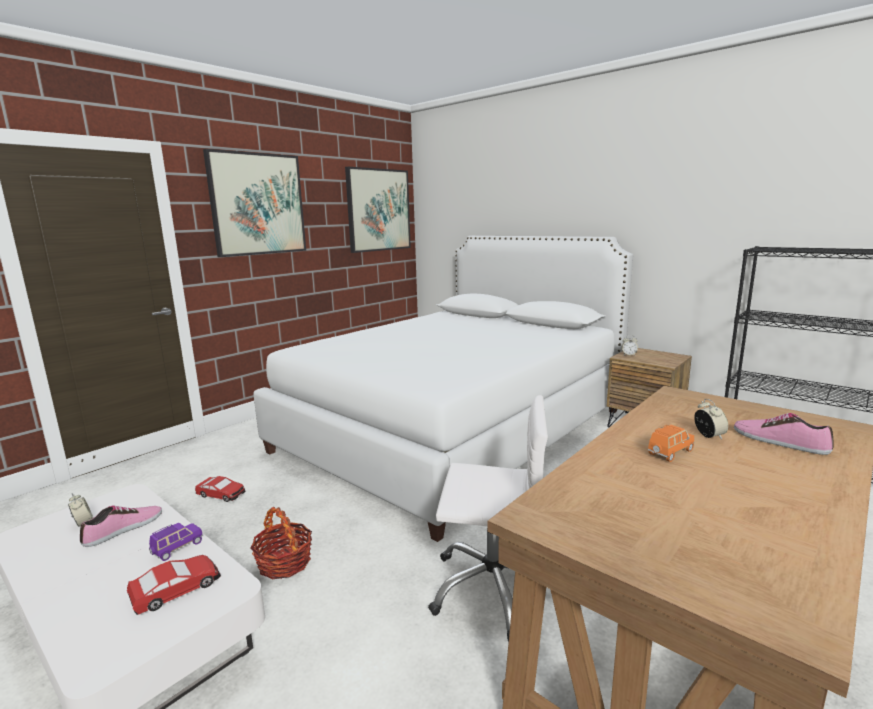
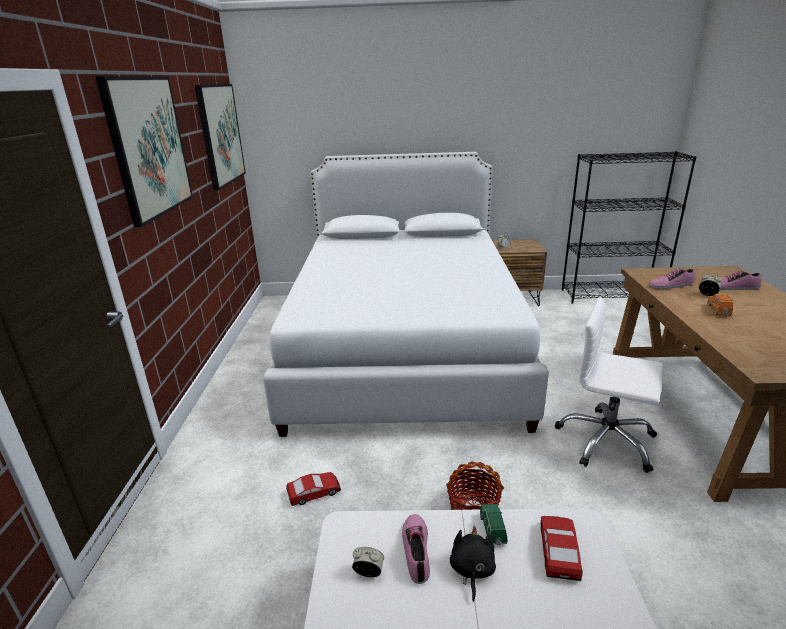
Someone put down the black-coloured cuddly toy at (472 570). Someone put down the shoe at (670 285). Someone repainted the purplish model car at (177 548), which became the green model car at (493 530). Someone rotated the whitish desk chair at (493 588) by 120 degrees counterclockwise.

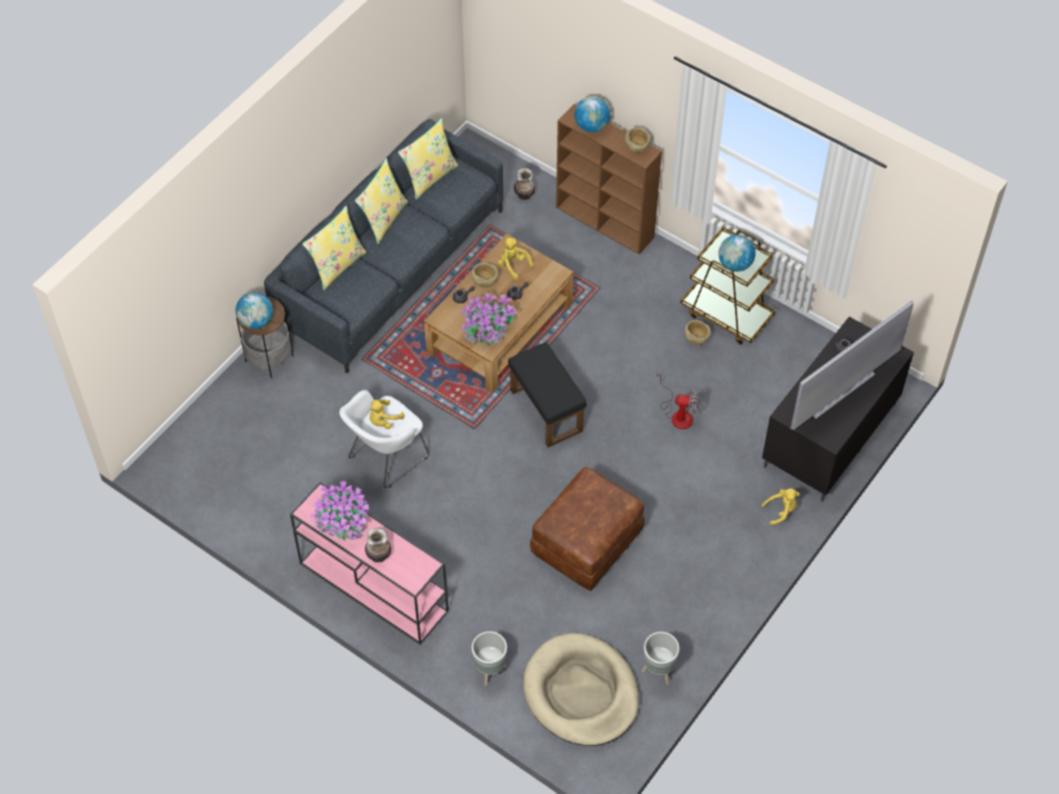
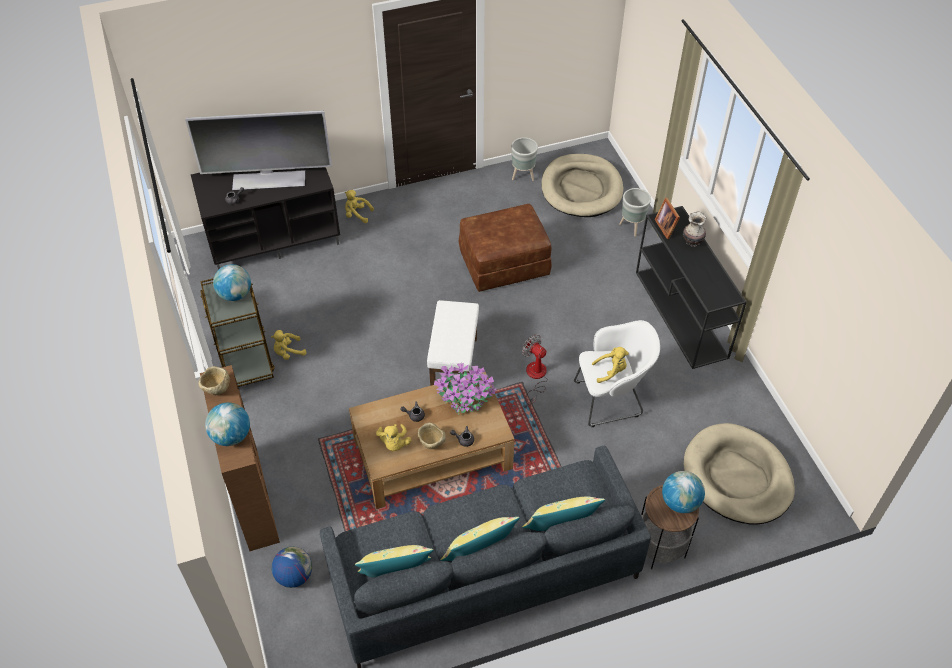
Someone took away the houseplant at (342 522). Someone put down the picture frame at (666 227). Someone put down the sand-coloured dog bed at (737 477). Someone carried the cooling fan from (678 414) to (535 377). Someone swapped the decorative vase at (524 195) for the desk globe at (294 575). Someone swapped the sand-coloured bowl at (696 339) for the yellow-coloured cuddly toy at (288 352). Someone repainted the pinkish narrow table at (372 586), which became the black-coloured narrow table at (681 315). Someone repainted the black-coloured pouffe at (547 411), which became the whitish pouffe at (453 363).

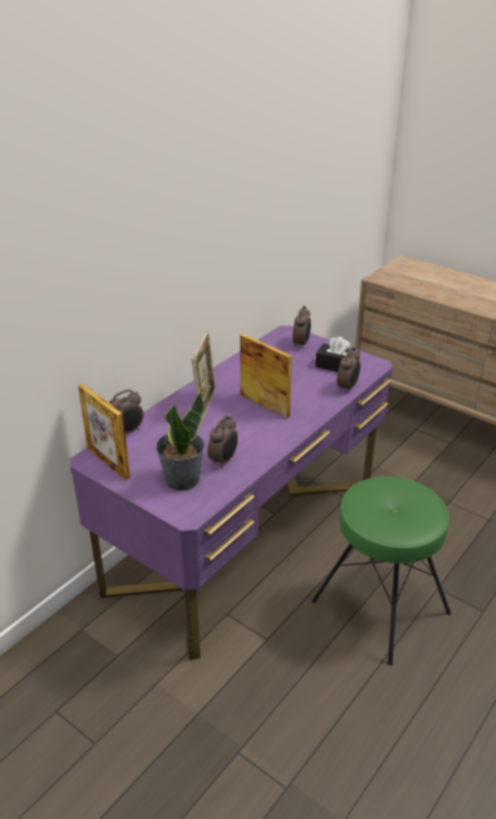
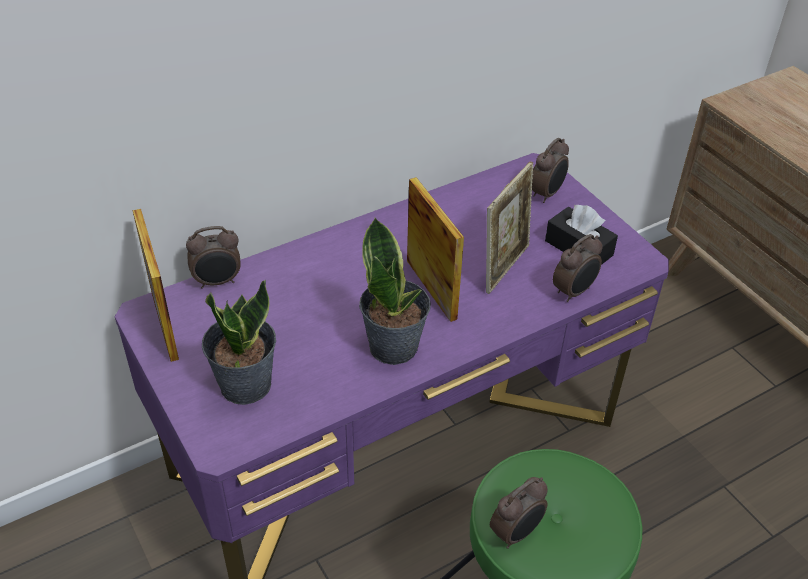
Someone put down the houseplant at (394 346). Someone carried the picture frame from (205 404) to (504 267). Someone carried the table clock from (224 460) to (516 533).

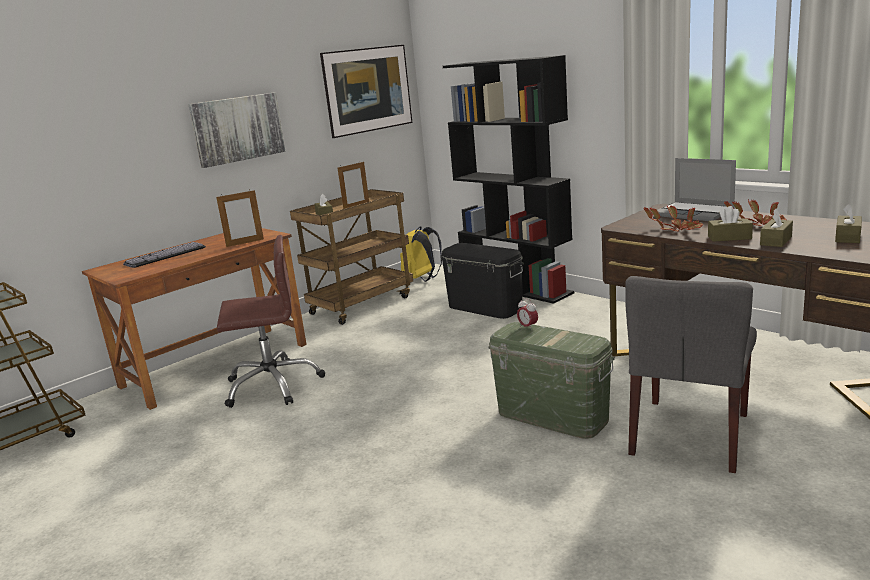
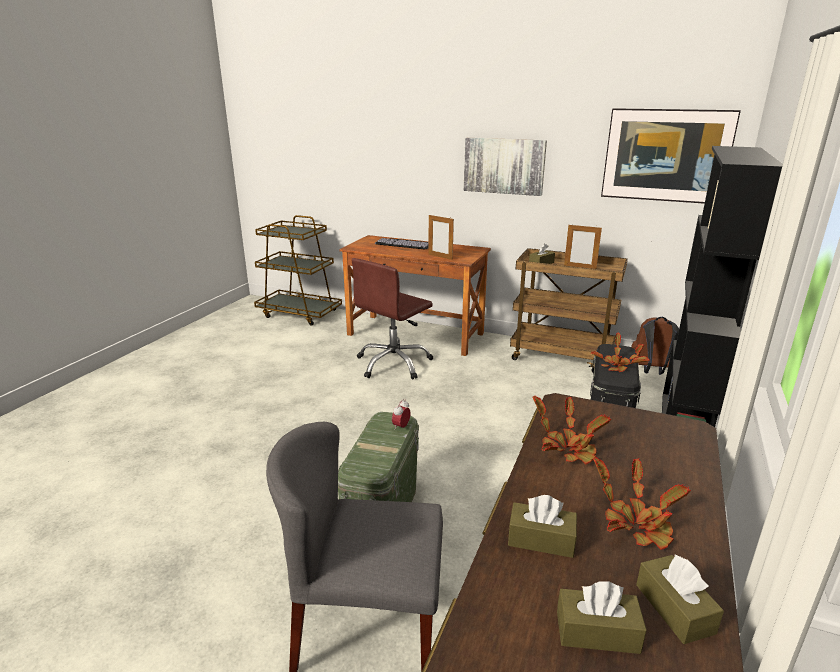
Someone took away the laptop at (695 213). Someone put down the houseplant at (617 365). Someone carried the brown-coloured tissue holder from (729 237) to (674 608). Someone repainted the yellow-coloured rucksack at (422 279), which became the brown-coloured rucksack at (651 370). Someone rotated the brown-coloured desk chair at (273 385) by 75 degrees clockwise.

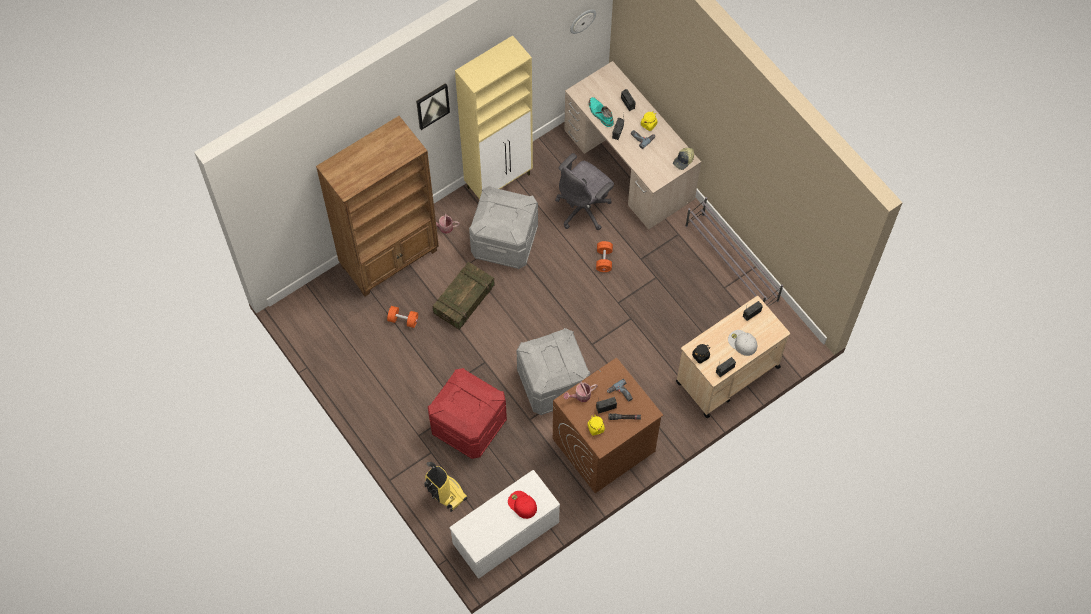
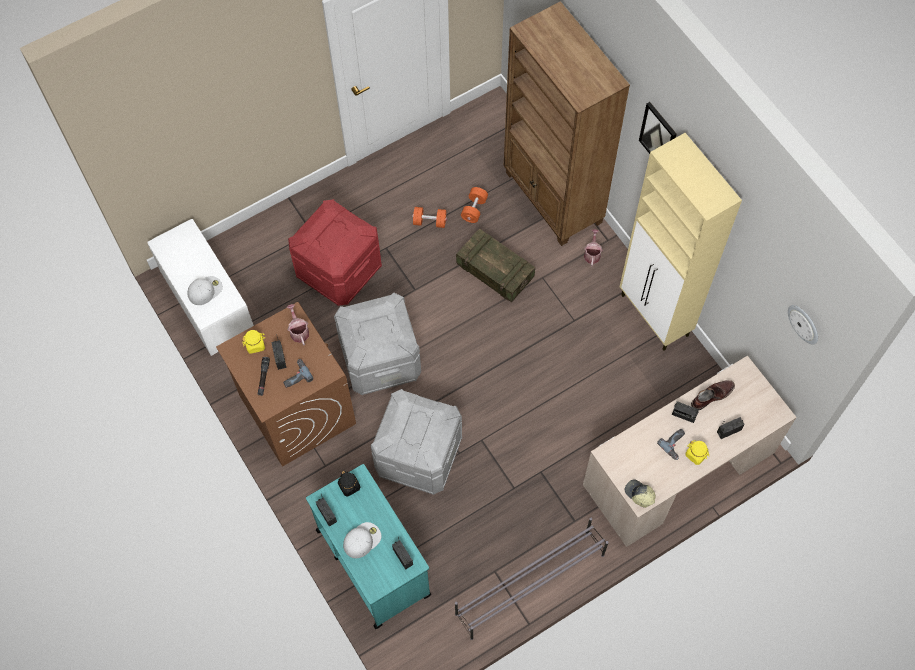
Someone took away the vacuum at (444 492). Someone took away the gray desk chair at (584 208). Someone carried the gray storage bin from (504 241) to (418 455). Someone carried the orange-coloured hand weight from (604 260) to (429 221). Someone repainted the red baseball cap at (522 505), which became the whitish baseball cap at (205 290). Someone repainted the blue-green boot at (600 114), which became the brown-coloured boot at (711 395). Someone repainted the sand-coloured wheeled cart at (727 374), which became the blue-green wheeled cart at (372 561).

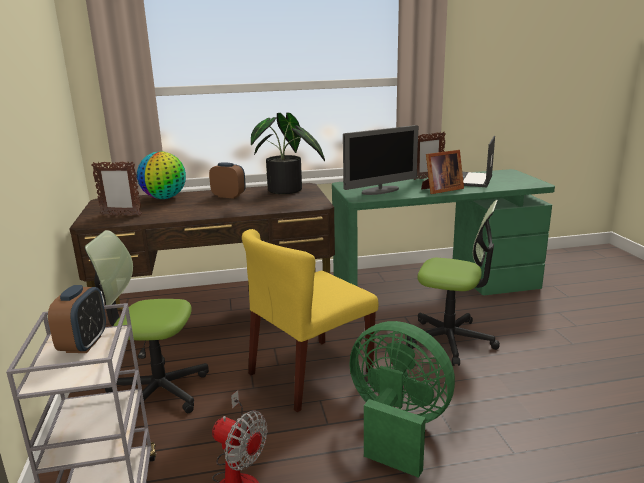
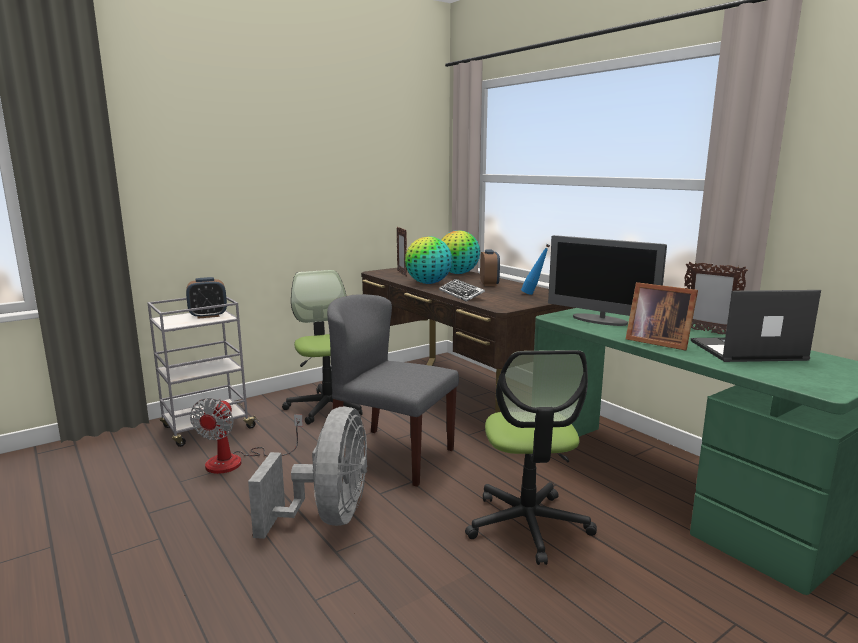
Someone put down the desk globe at (428 283). Someone put down the computer keyboard at (461 294). Someone swapped the houseplant at (287 191) for the blue bottle at (534 294). Someone repainted the yellow-coloured upright chair at (310 373), which became the gray upright chair at (391 456). Someone repainted the green cooling fan at (397 428), which became the gray cooling fan at (328 517).

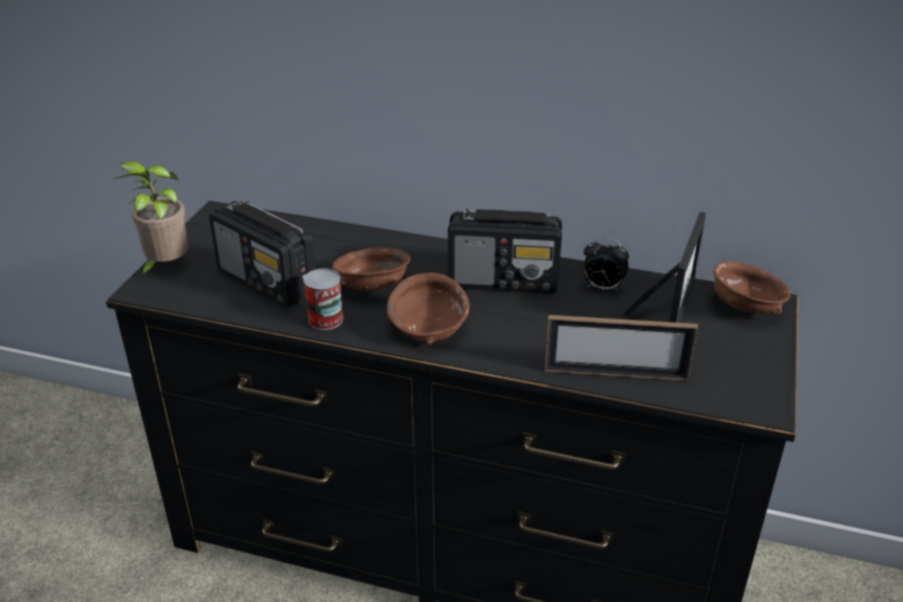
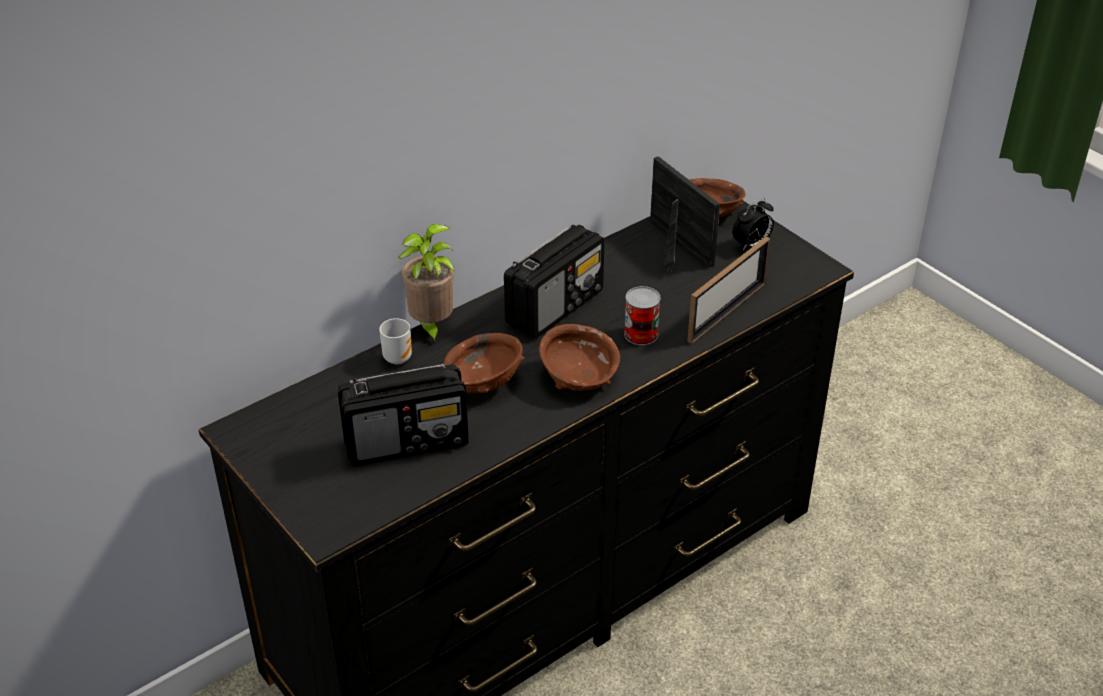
Someone put down the coffee mug at (397 357). Someone carried the houseplant from (165 267) to (431 326). Someone carried the can from (325 319) to (641 334). Someone carried the table clock from (602 288) to (751 245).

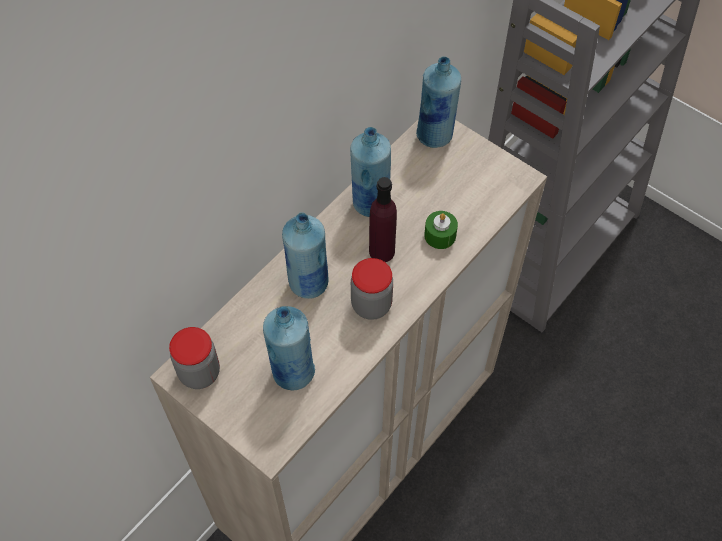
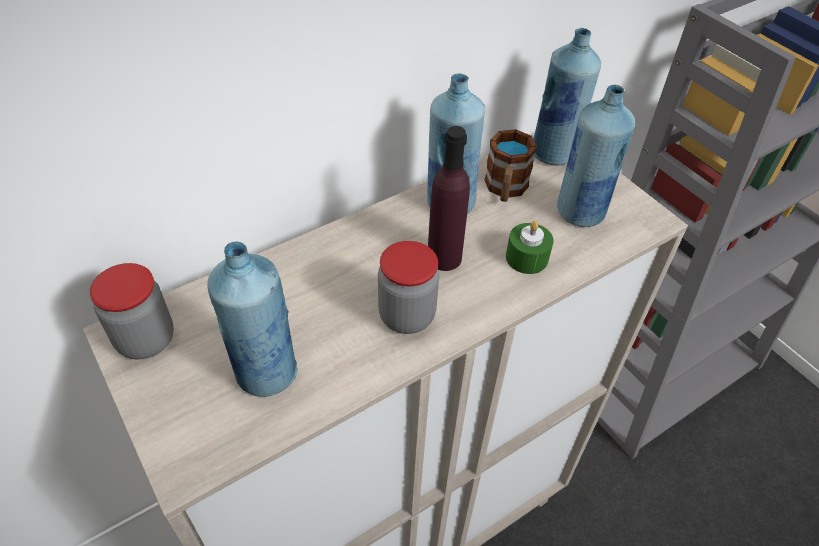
Someone put down the coffee mug at (505 189). Someone carried the blue bottle from (308 283) to (580 213).

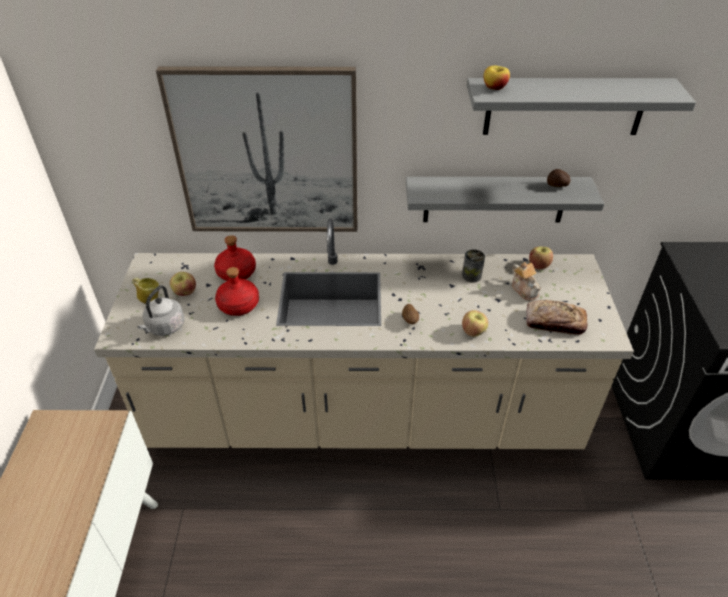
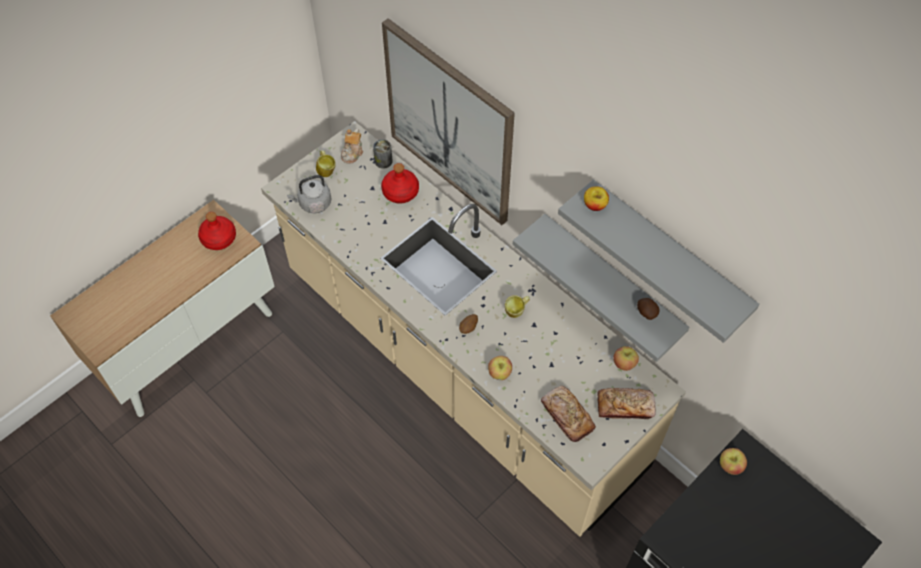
Someone put down the coffee mug at (516 312). Someone put down the bakery bread at (625 406). Someone carried the apple fruit from (185 292) to (730 466). Someone carried the red bottle from (238 305) to (218 238). Someone carried the can from (471 276) to (383 161). Someone carried the pot for tea from (524 290) to (352 153).

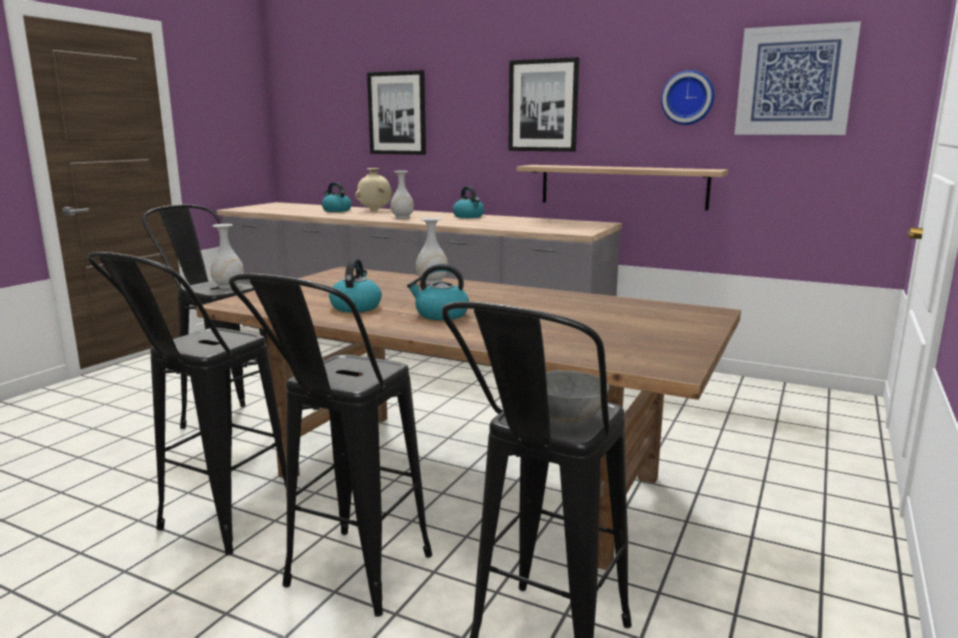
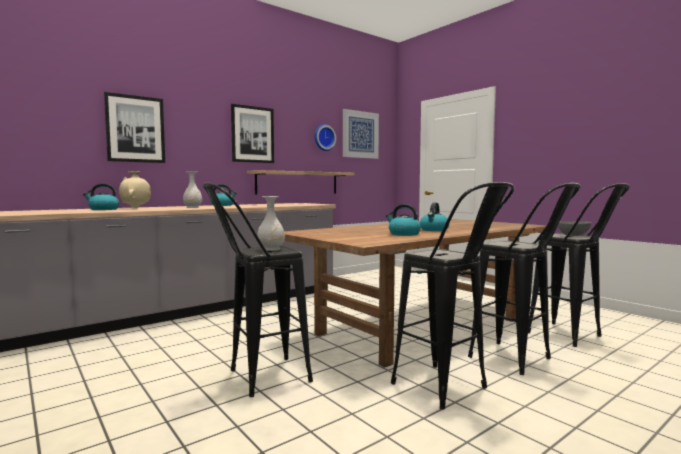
Someone took away the whitish decorative vase at (432 282).

